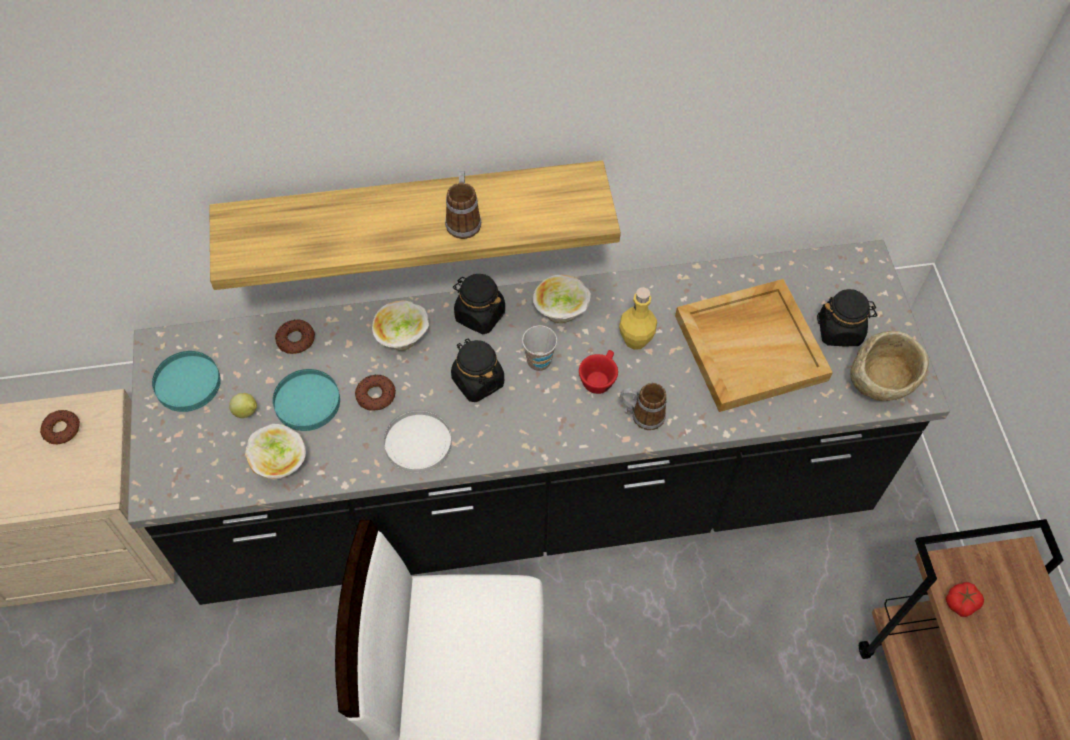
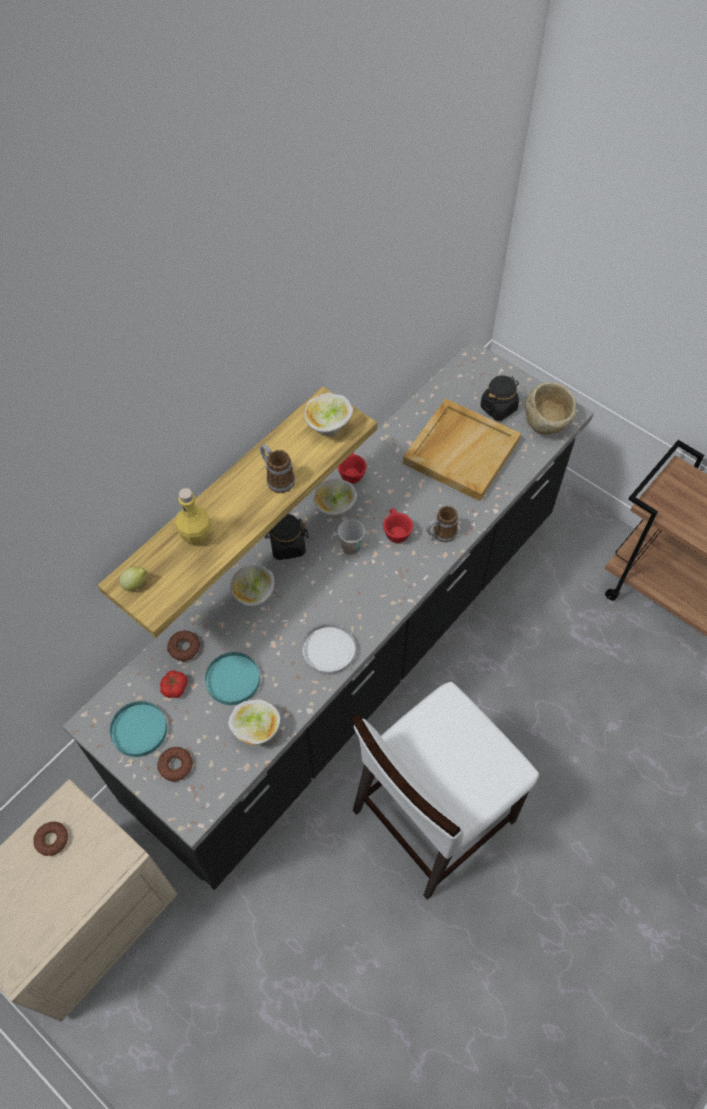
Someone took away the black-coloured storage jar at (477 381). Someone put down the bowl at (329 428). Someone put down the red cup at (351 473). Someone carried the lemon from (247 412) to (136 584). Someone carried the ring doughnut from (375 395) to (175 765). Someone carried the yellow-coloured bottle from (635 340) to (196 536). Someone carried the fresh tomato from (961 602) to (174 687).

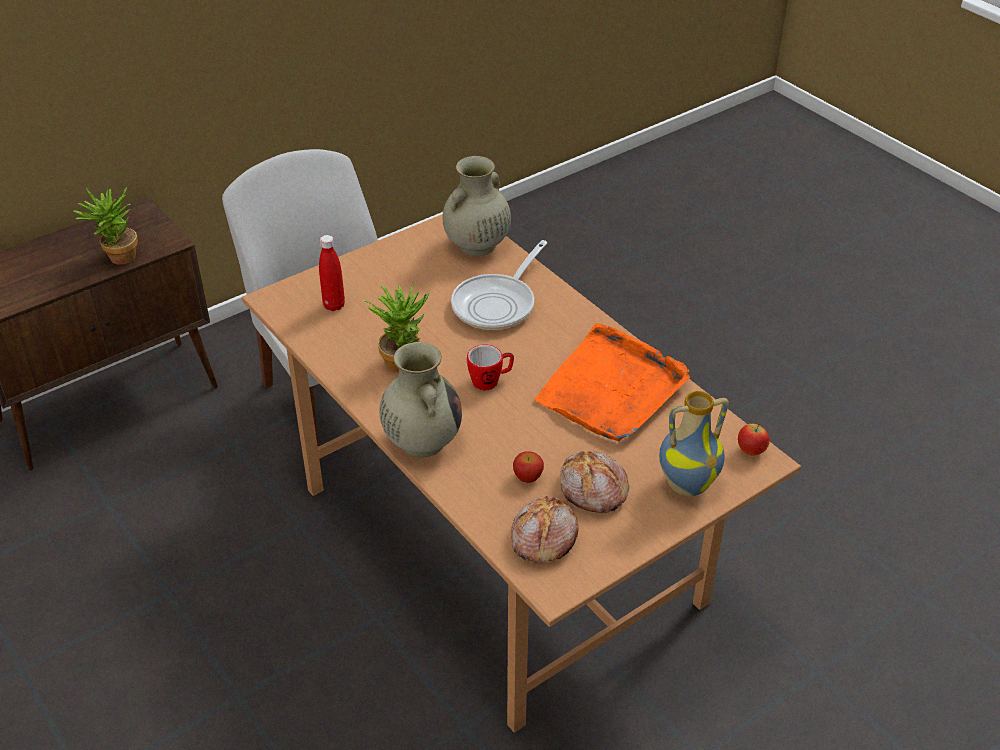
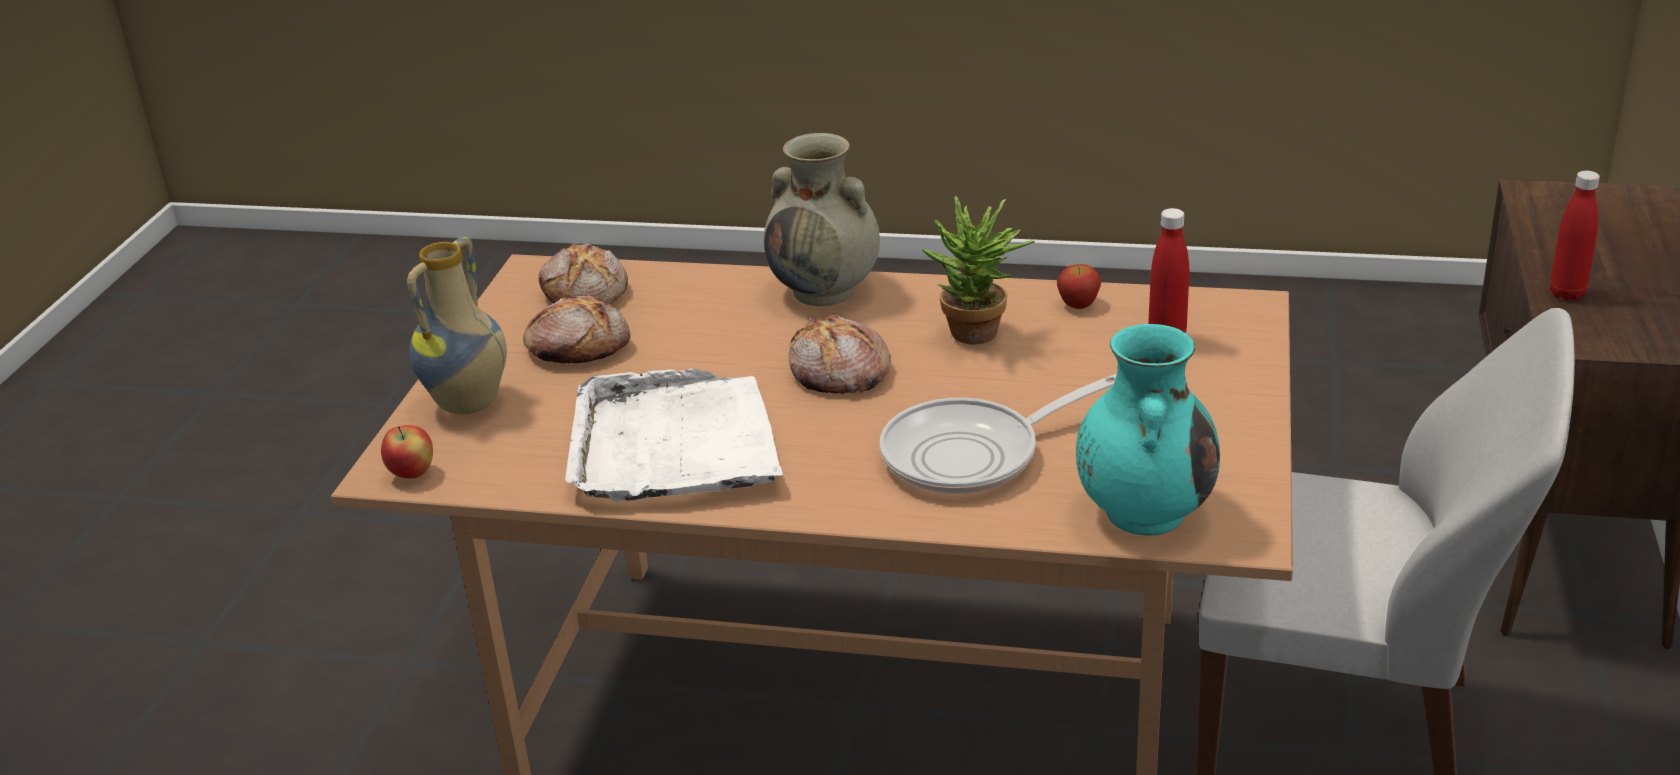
Someone carried the apple fruit from (528 477) to (1078 304). Someone swapped the houseplant at (117 259) for the red bottle at (1566 293). Someone swapped the coffee mug at (490 381) for the bakery bread at (838 373). Someone repainted the sand-coloured decorative vase at (476 246), which became the blue-green decorative vase at (1144 511). Someone repainted the orange-coloured carrying tray at (612 388), which became the whitish carrying tray at (674 445). Someone rotated the skillet at (498 304) by 105 degrees counterclockwise.

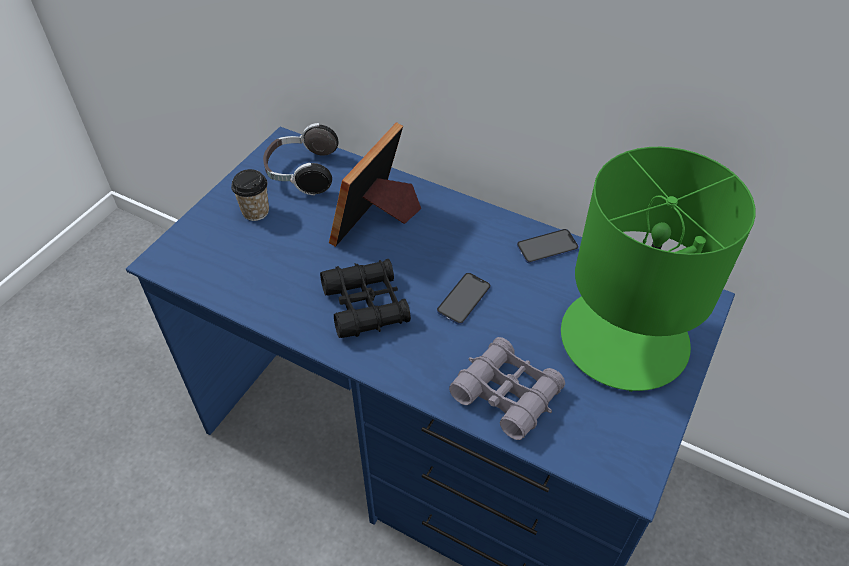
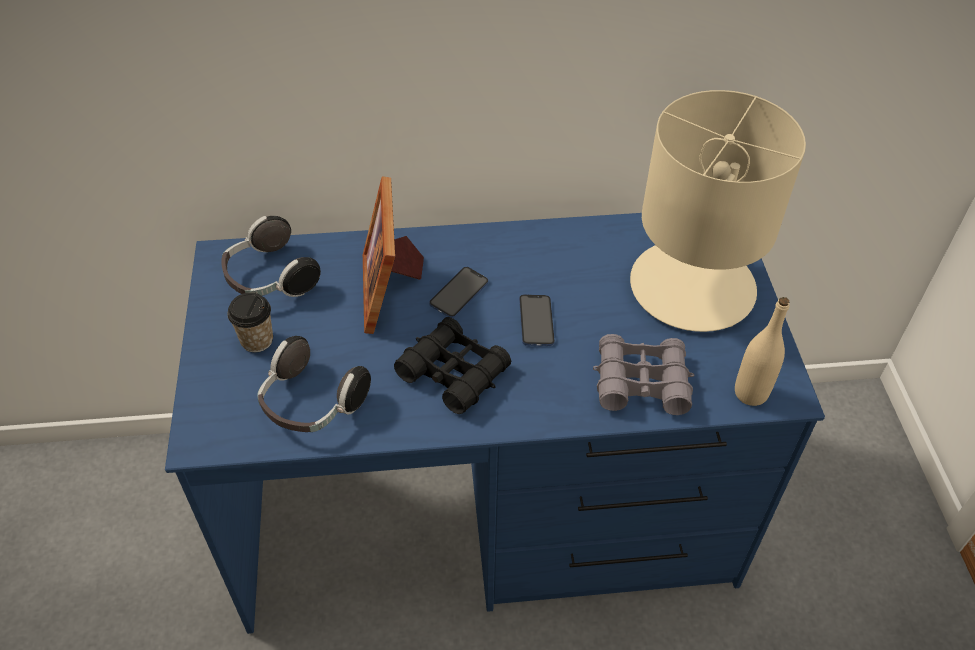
Someone put down the headphones at (311 404). Someone put down the sand-coloured bottle at (750 393). Someone carried the telephone from (547 247) to (459 293). Someone repainted the green tabletop lamp at (625 339), which became the sand-coloured tabletop lamp at (693 286).

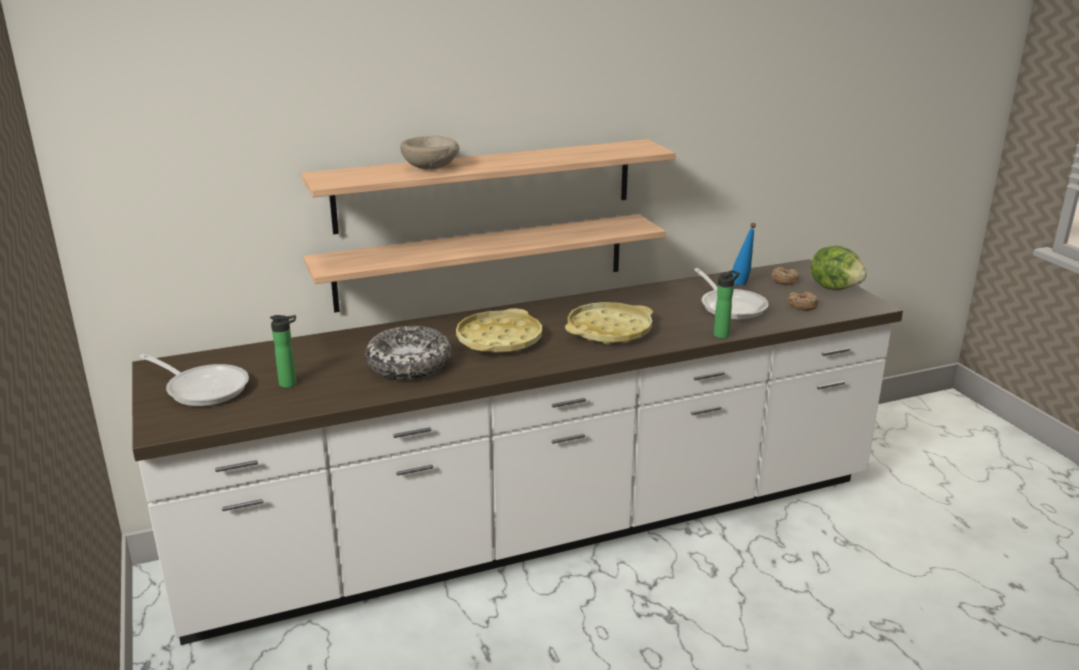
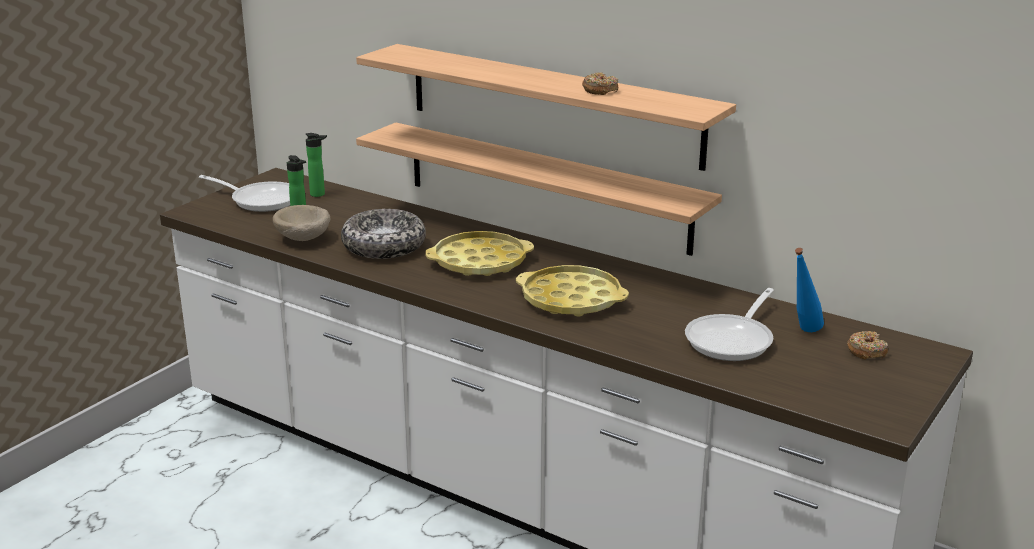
Someone took away the head of lettuce at (835 287). Someone carried the sand-coloured bowl from (432 169) to (303 239). Someone carried the bottle from (723 334) to (319 194). Someone carried the ring doughnut from (802 306) to (600 90). Someone rotated the skillet at (203 388) by 60 degrees counterclockwise.

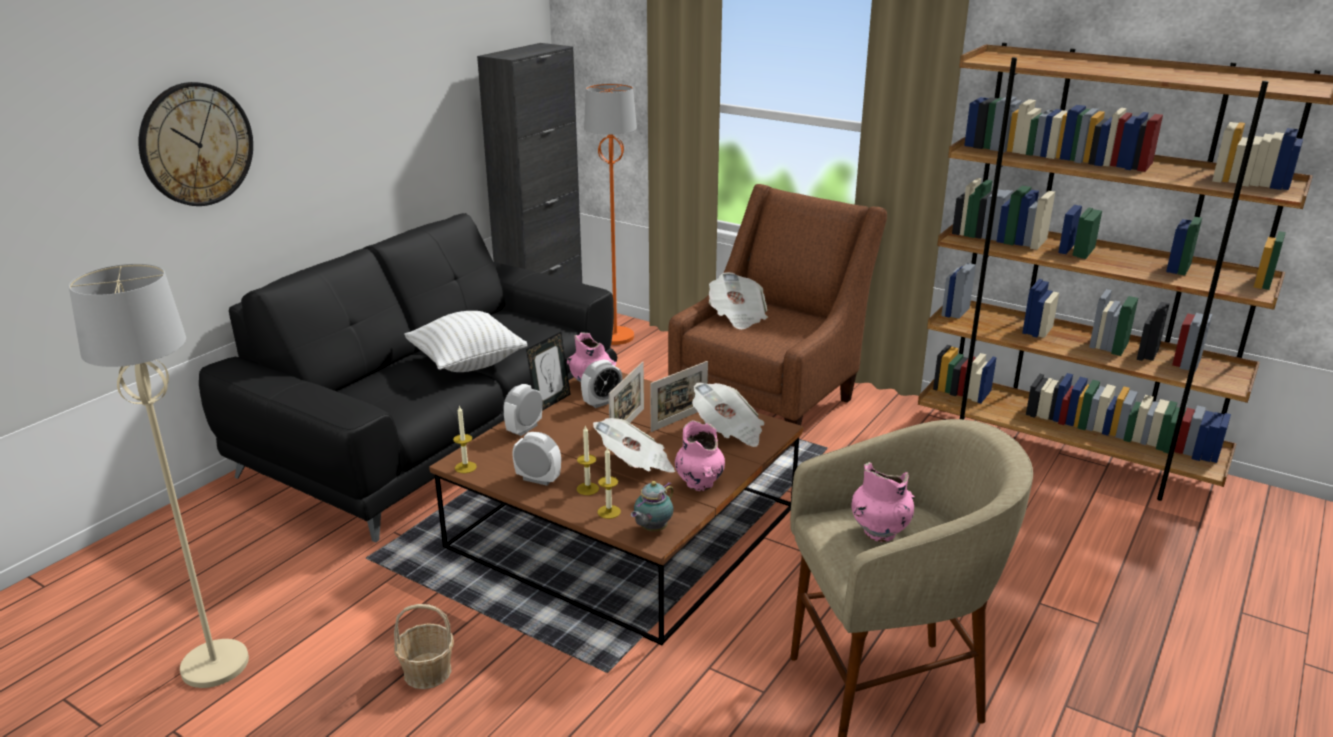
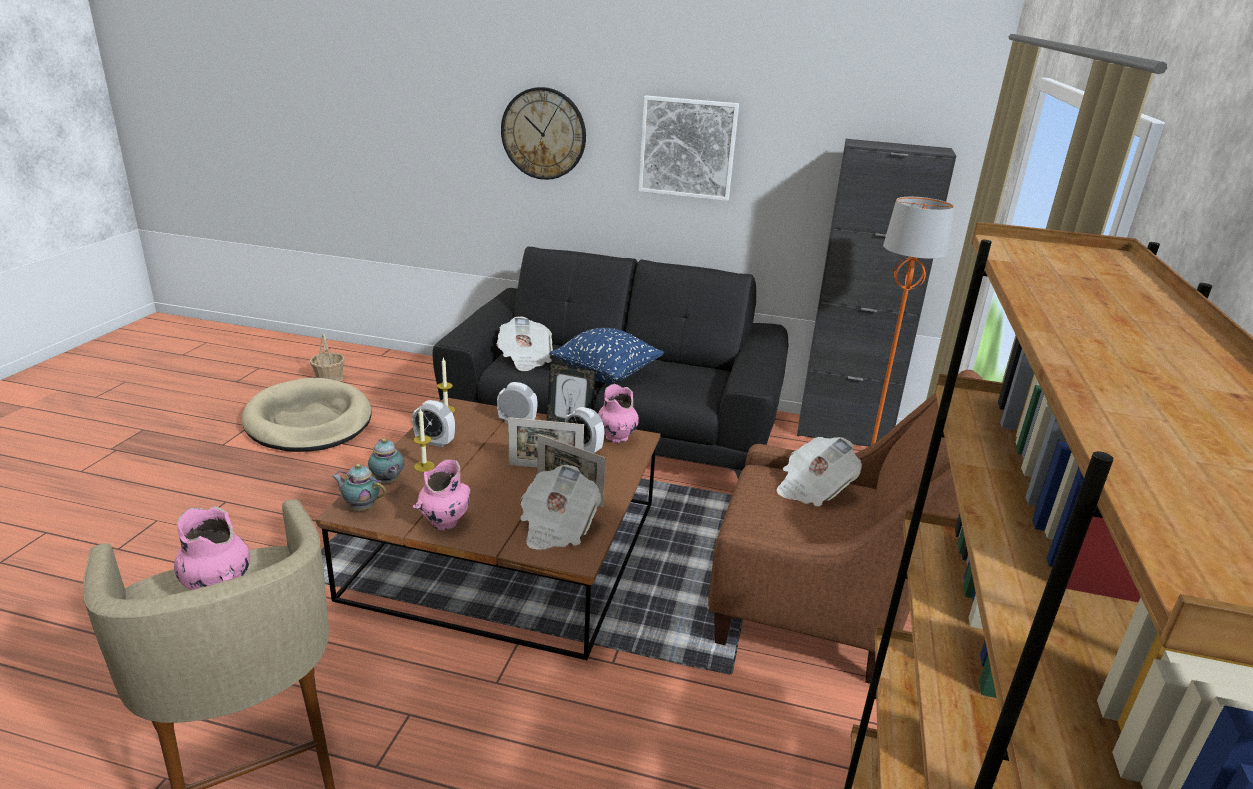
Someone put up the wall art at (687 148). Someone carried the household basket from (427 672) to (329 378). Someone carried the newspaper from (636 465) to (525 359). Someone swapped the sand-coloured standing lamp at (216 665) for the sand-coloured dog bed at (309 421). Someone swapped the candle at (609 512) for the pot for tea at (388 482). Someone repainted the whitish cushion at (467 363), which became the blue cushion at (606 374). Someone rotated the table clock at (538 479) by 105 degrees clockwise.

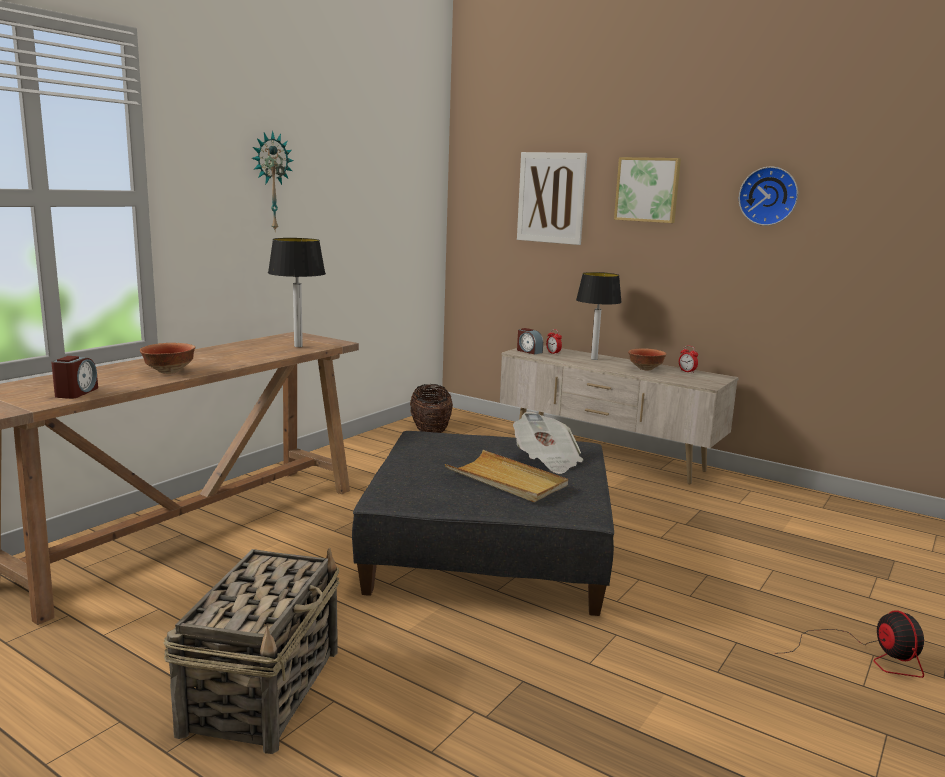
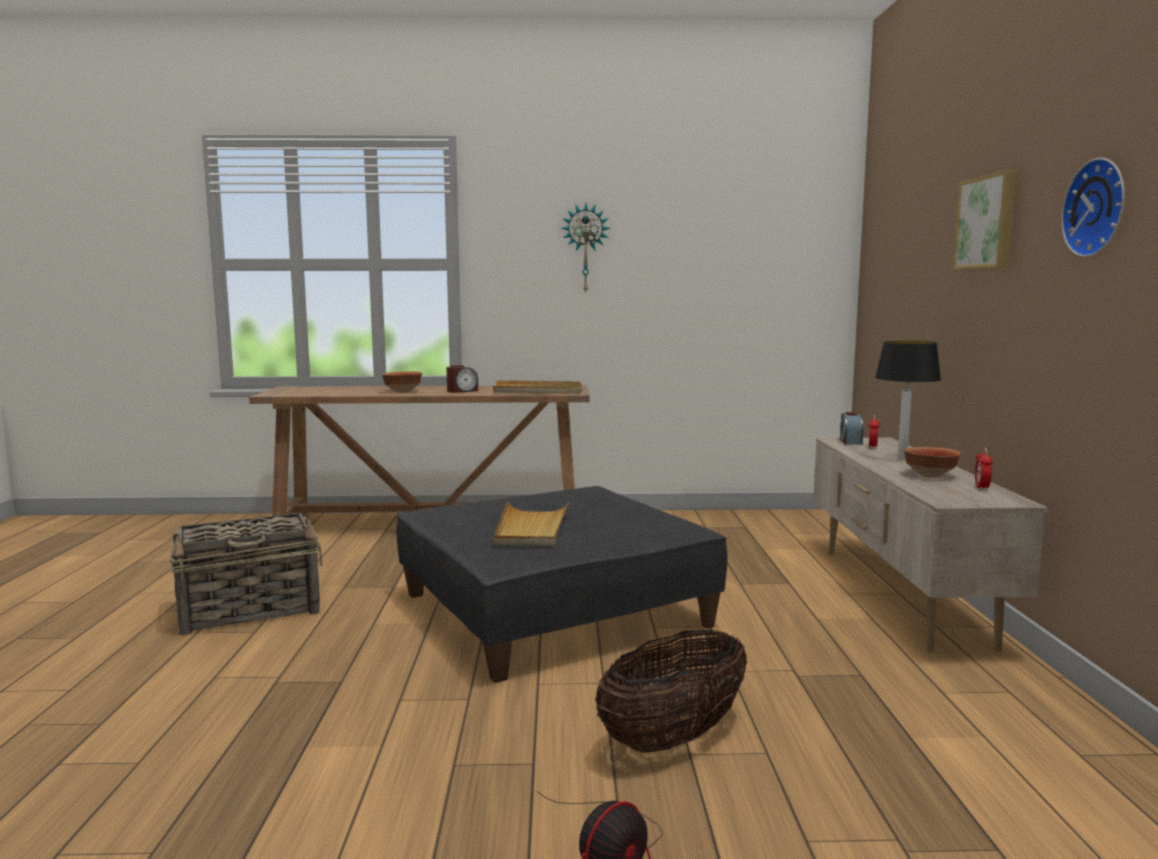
Someone took away the newspaper at (546 461). Someone took away the wall art at (551 198). Someone carried the table clock from (76 393) to (462 391). Someone carried the household basket from (430 432) to (673 737). Someone swapped the tabletop lamp at (299 346) for the sand-coloured carrying tray at (538 391).

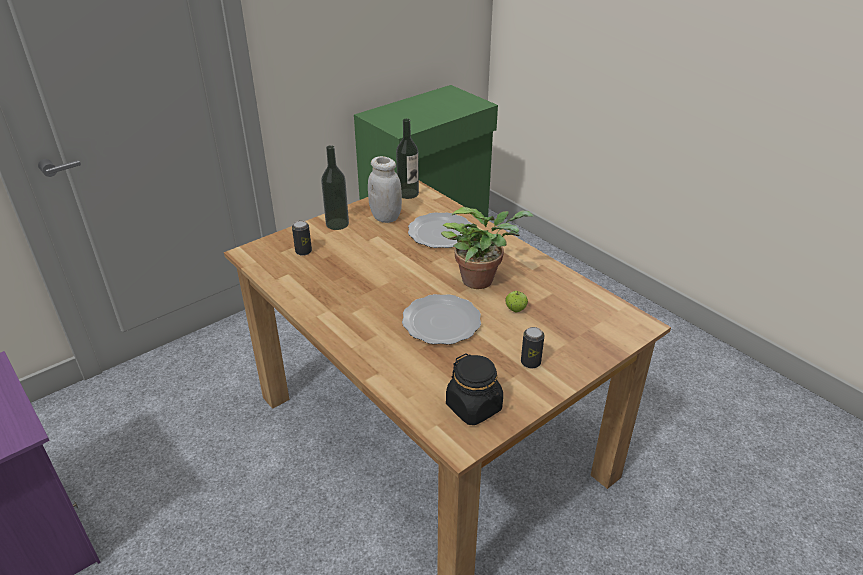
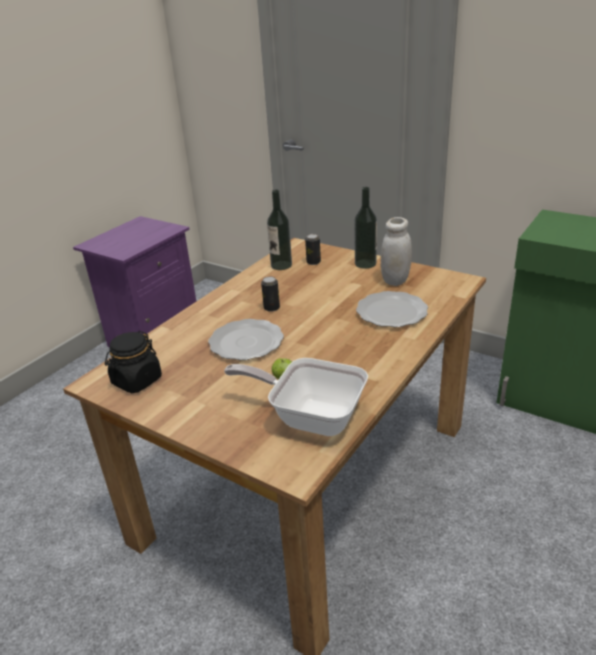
Someone took away the houseplant at (481 279). Someone put down the skillet at (310 416). Someone carried the bottle from (408 193) to (281 265). Someone carried the can from (530 362) to (271 308).

